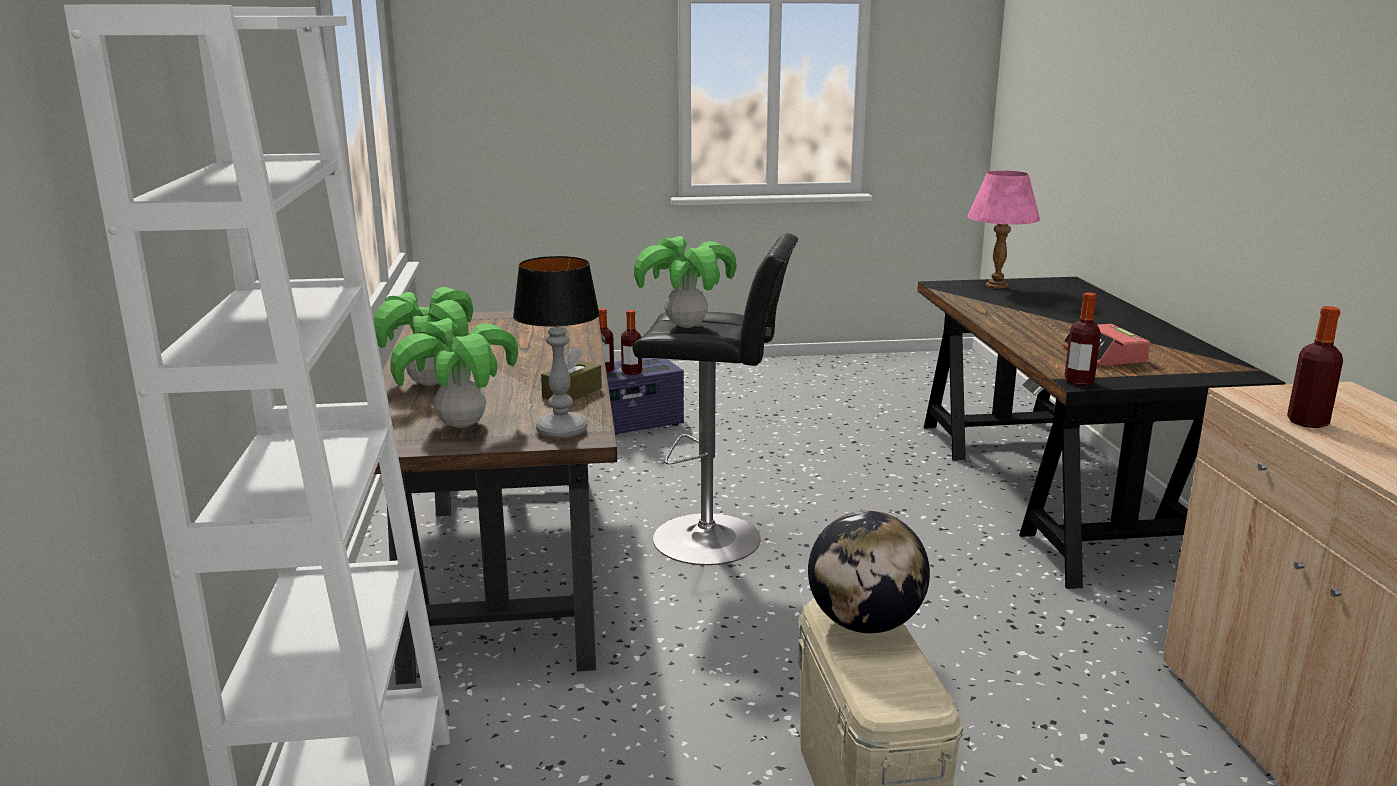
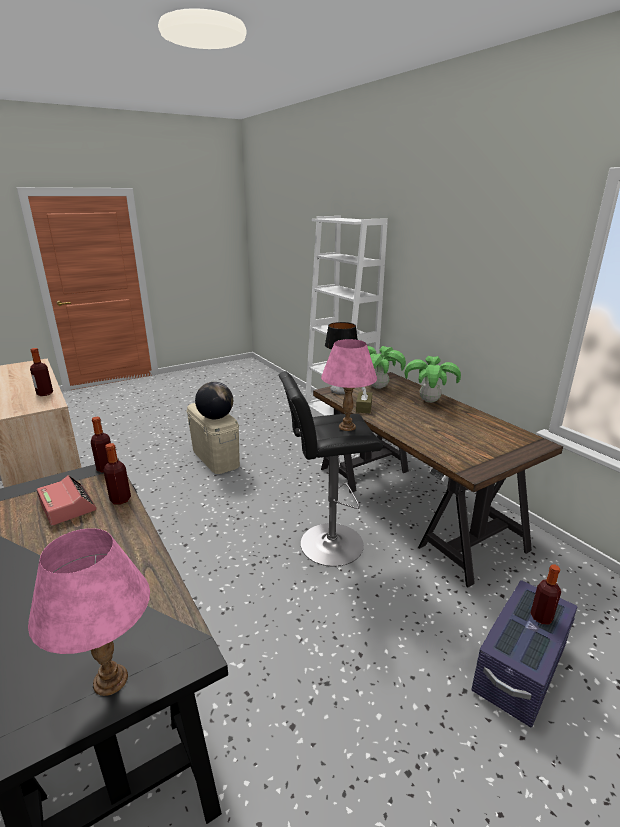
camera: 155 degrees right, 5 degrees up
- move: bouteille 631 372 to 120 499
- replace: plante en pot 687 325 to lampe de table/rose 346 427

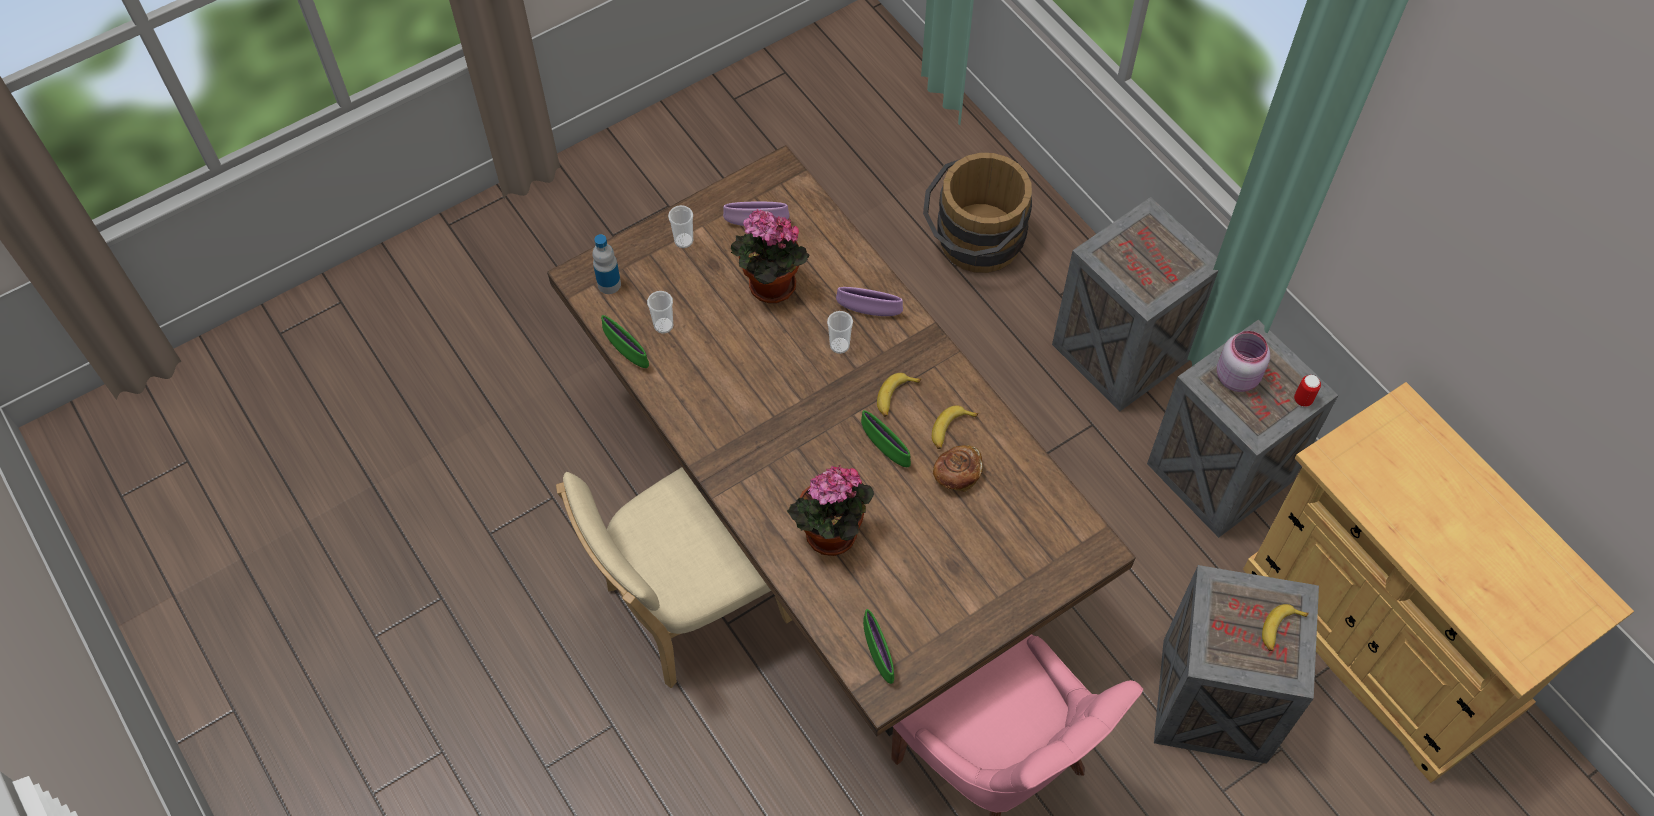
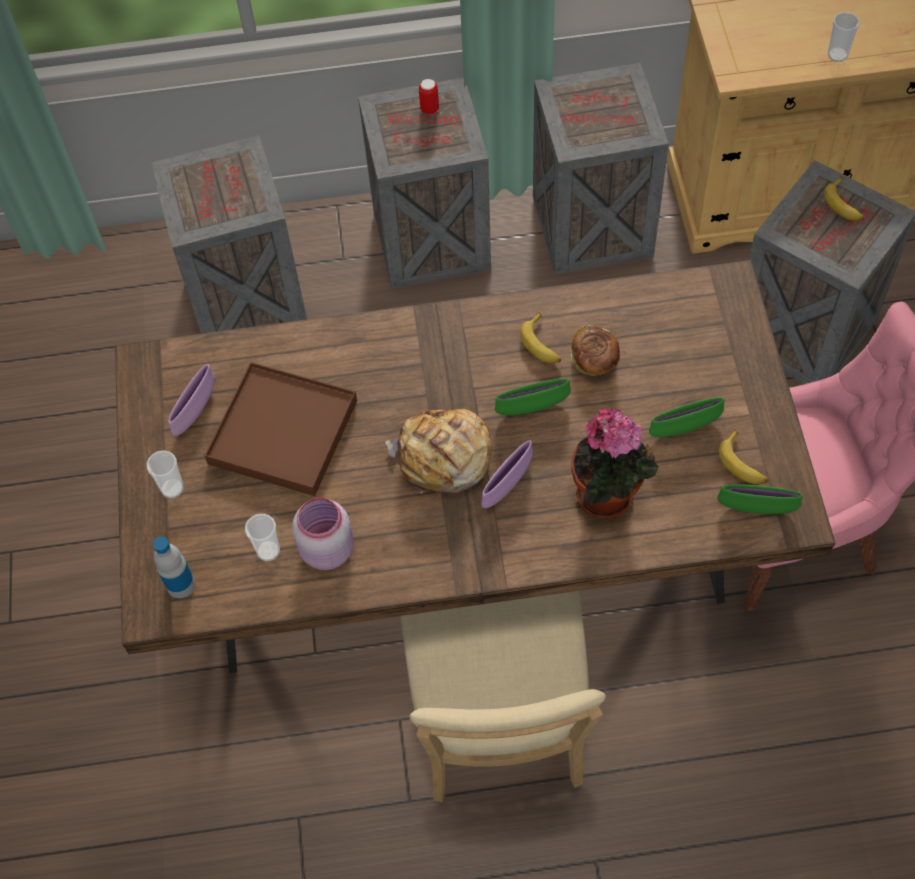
camera: 60 degrees left, 0 degrees up
- replace: seau/marron 974 245 to caisse 245 301
- replace: plante en pot 768 288 to plateau/marron 283 432
- move: bocal/rose 1237 376 to 326 548
- insert: pain 444 458
- move: boîte métallique 1303 400 to 429 109
- move: bol/violet 869 311 to 507 485
- move: bol/vert 626 351 to 684 427
- move: banane 895 397 to 743 463
- move: tasse 839 345 to 837 55

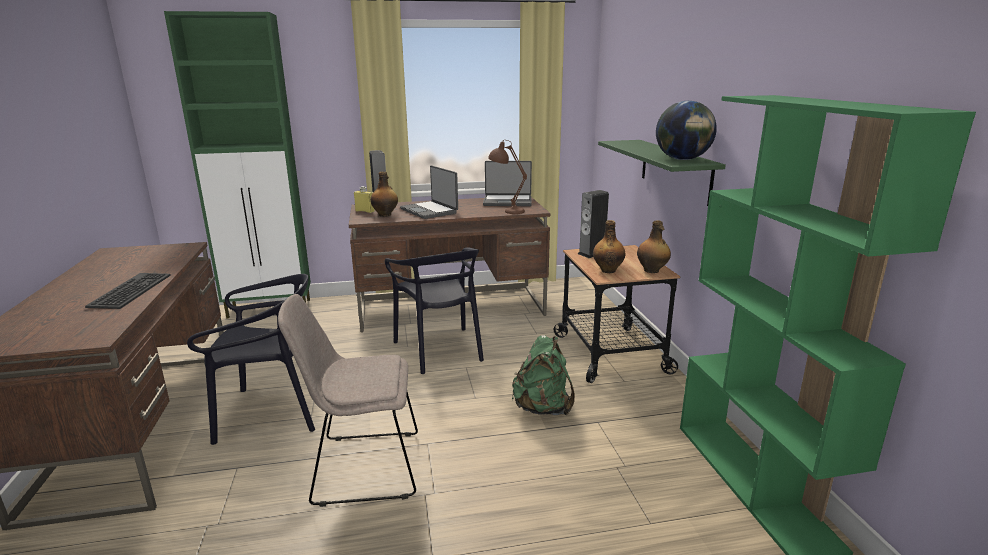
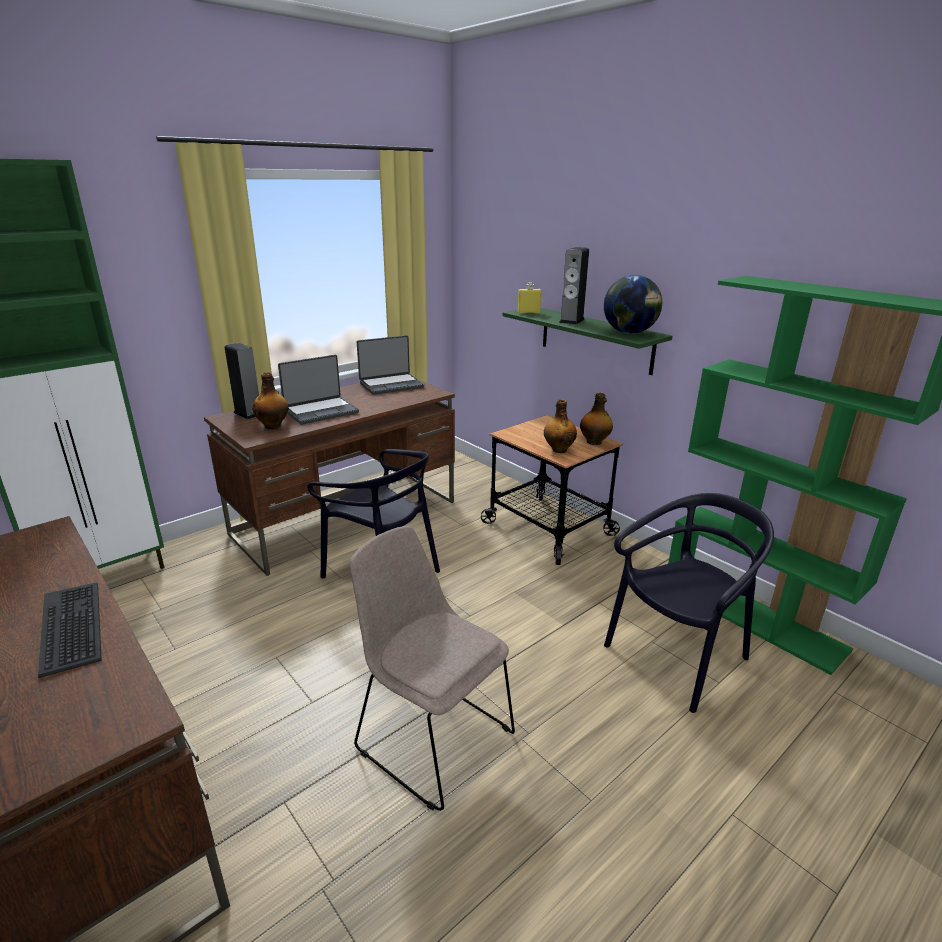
camera: 30 degrees left, 5 degrees up
- rotate: ordinateur portable 430 211 = 321 411 60 degrees counterclockwise
- rotate: chaise/beige 362 467 = 431 737 75 degrees clockwise
- move: bouteille/jaune 365 211 to 528 313
- move: enceinte 592 253 to 572 321
- move: chaise/noir 272 412 to 678 656
- delete: lampe de table/marron 506 211
- delete: sac à dos/vert 542 408

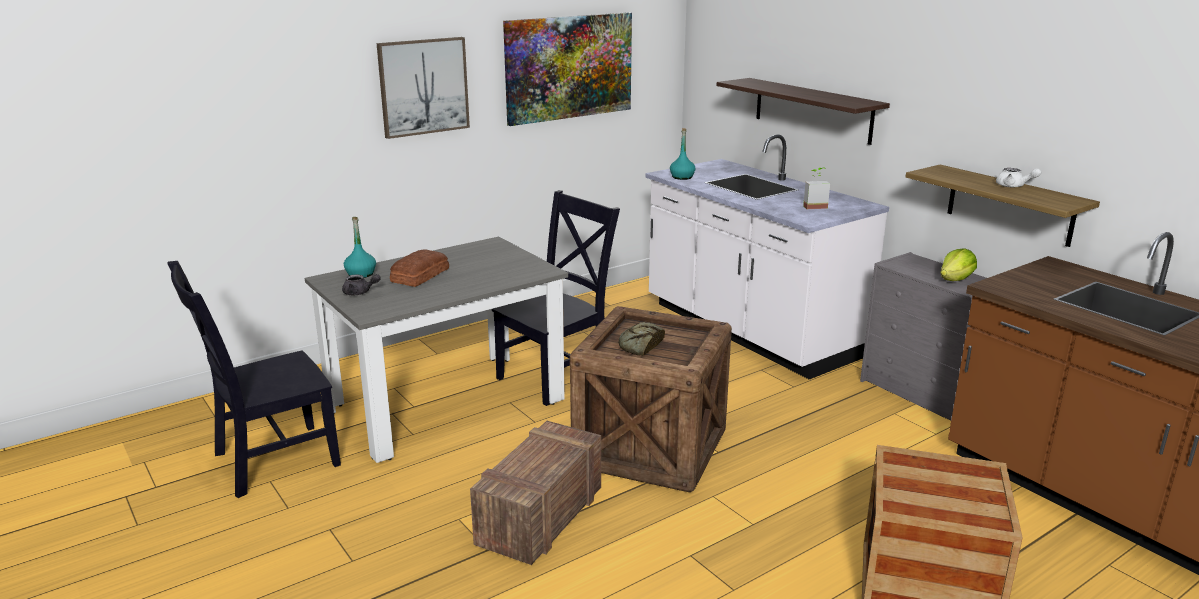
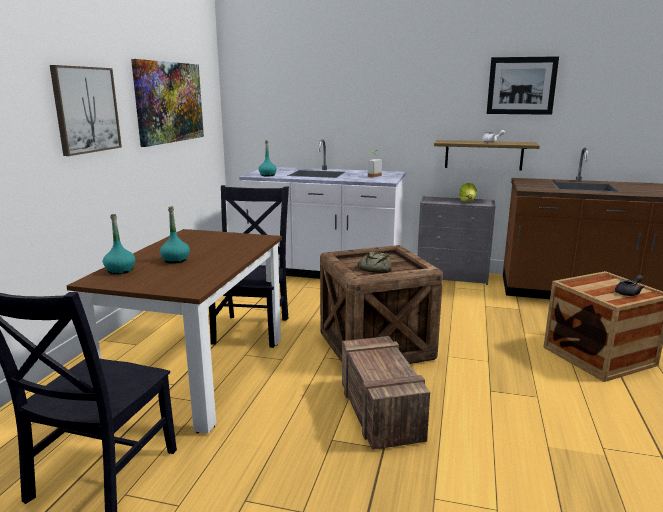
camera: 40 degrees left, 5 degrees down
- recolor: table à manger/gris 446 404 to table à manger/marron 199 373
- replace: pain 418 275 to bouteille/turquoise 175 260
- insert: tableau 521 86
- move: théière/gris 360 293 to 629 293
- delete: étagère 812 110

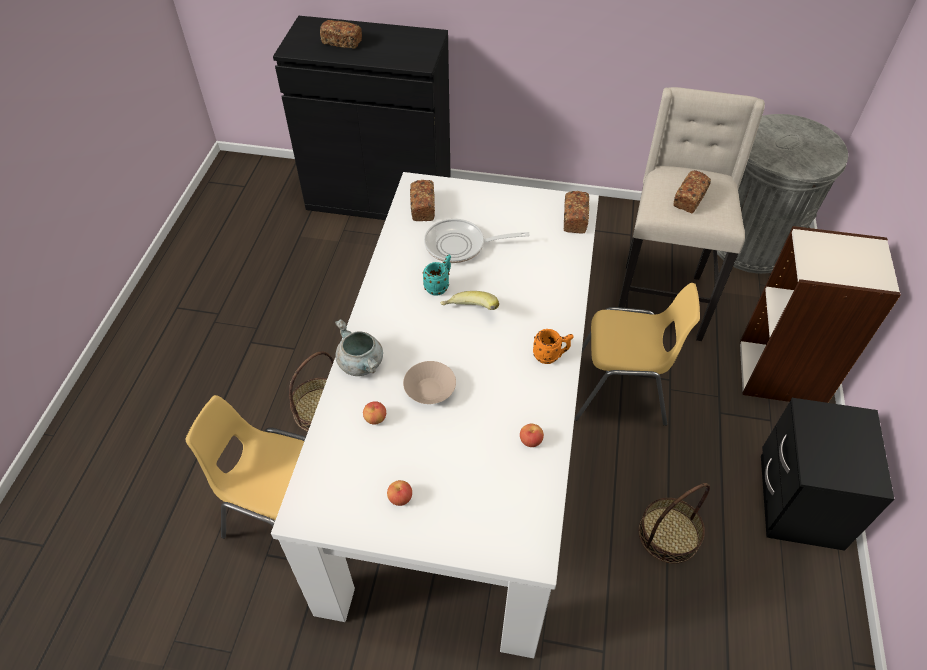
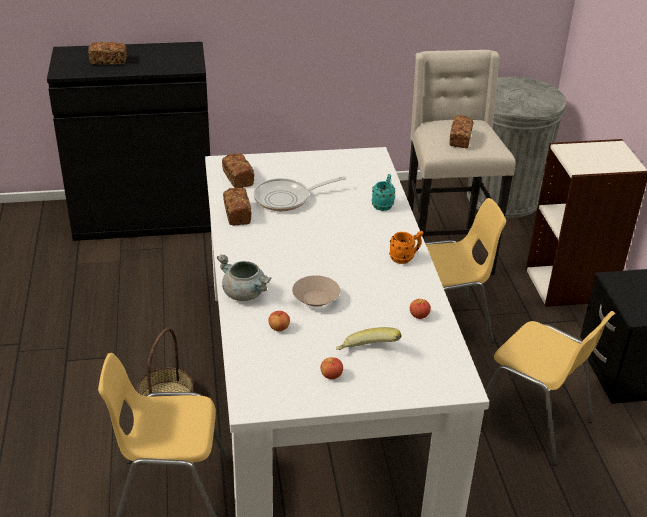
camera: 20 degrees left, 15 degrees down
- move: pain 574 219 to 237 214
- move: banane 469 313 to 367 353
- move: mug/turquoise 439 286 to 383 204
- replace: panier 668 534 to chaise/jaune 532 421

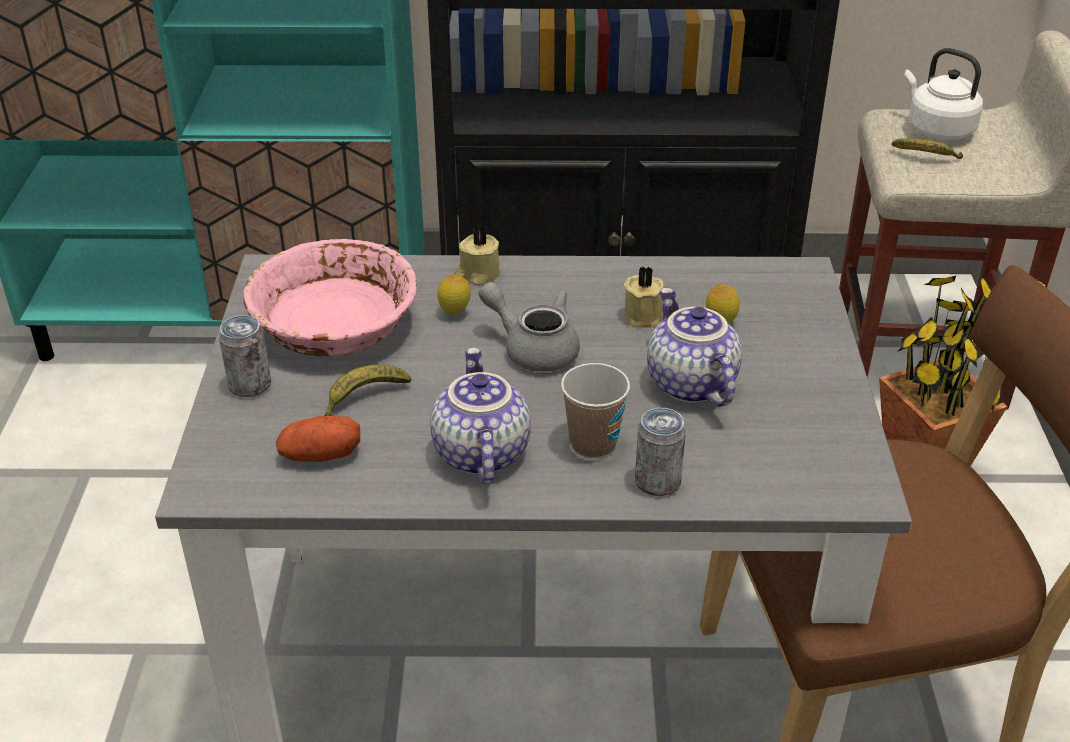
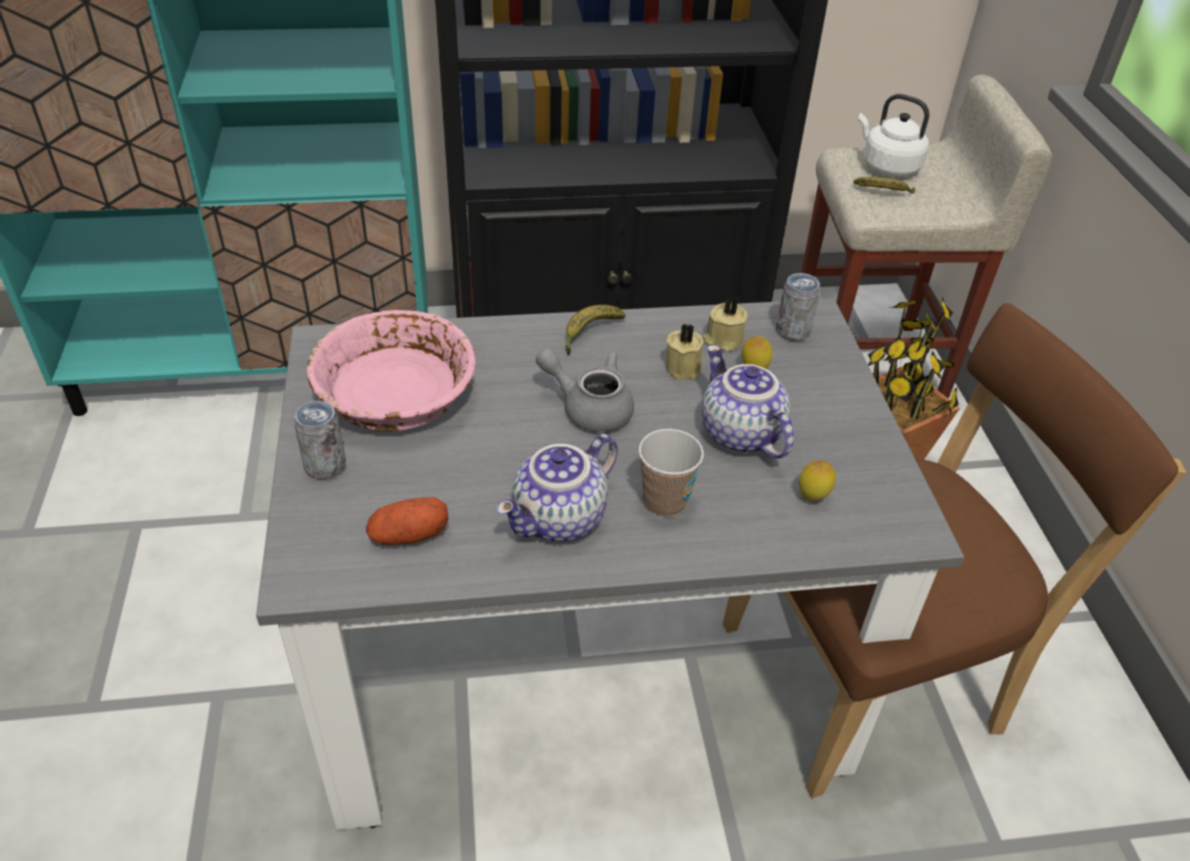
camera: 10 degrees left, 5 degrees up
- rotate: théière 478 453 = 560 520 120 degrees counterclockwise
- move: banane 363 399 to 589 334
- move: bougie/beige 478 273 to 723 340
- move: boîte métallique 657 482 to 792 332
- move: citron 454 313 to 812 497

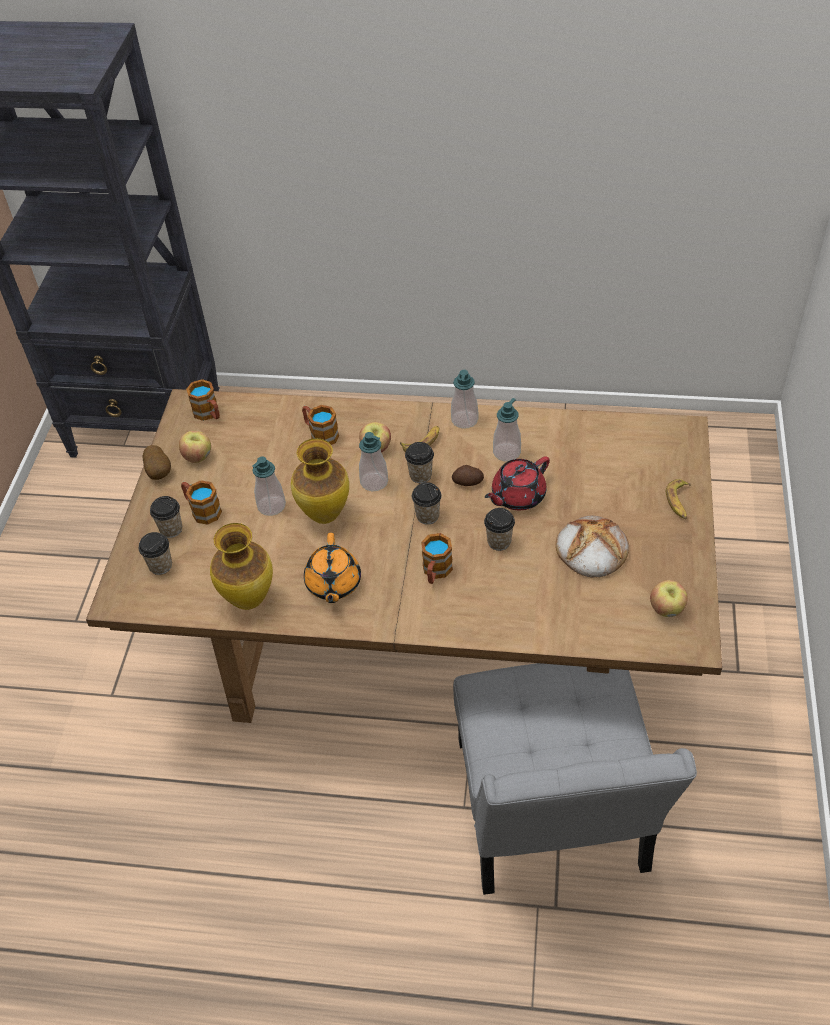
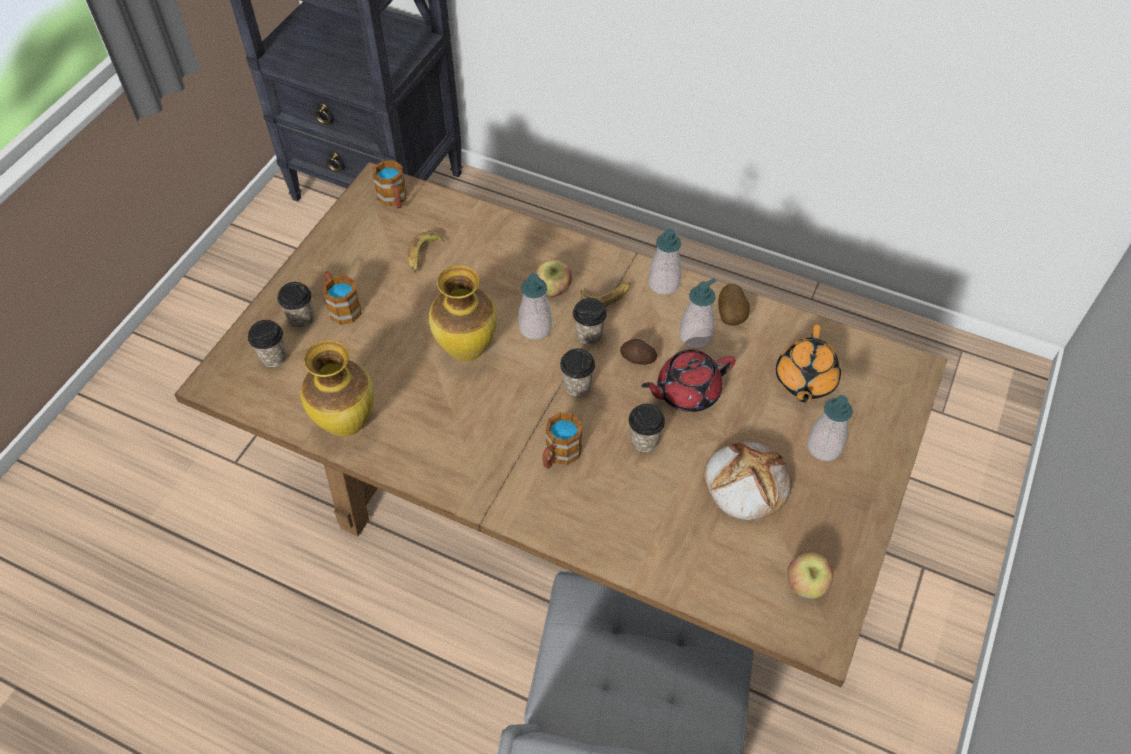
camera: 15 degrees right, 5 degrees up
- move: banane 679 502 to 423 255
- move: pomme de terre 159 472 to 732 316
- move: théière/orange 333 584 to 804 381
- move: distributeur de savon 271 506 to 824 447
- delete: pomme 198 457
- delete: mug 320 434

